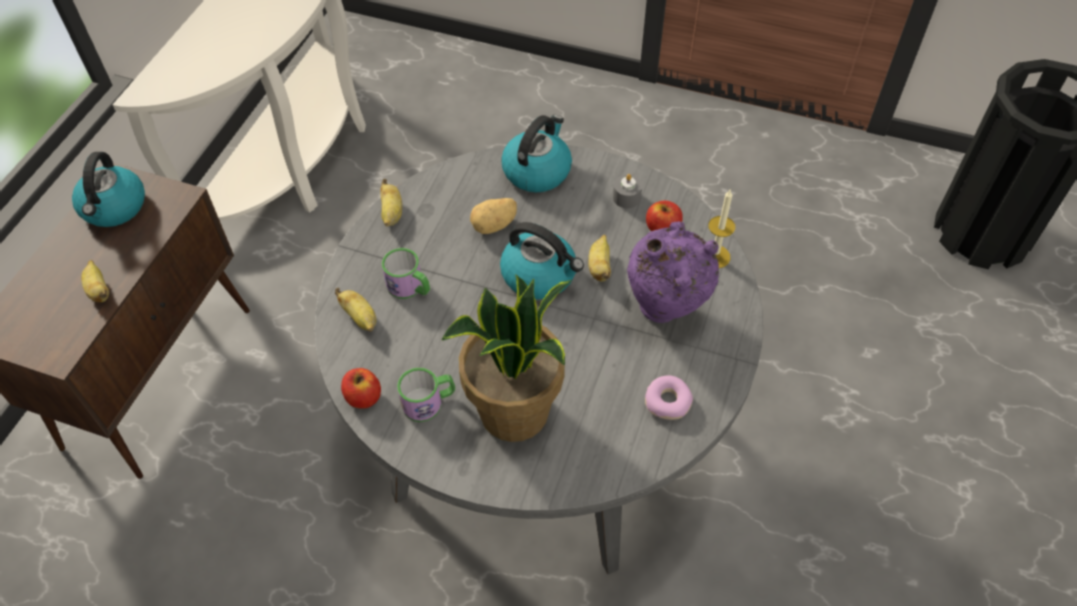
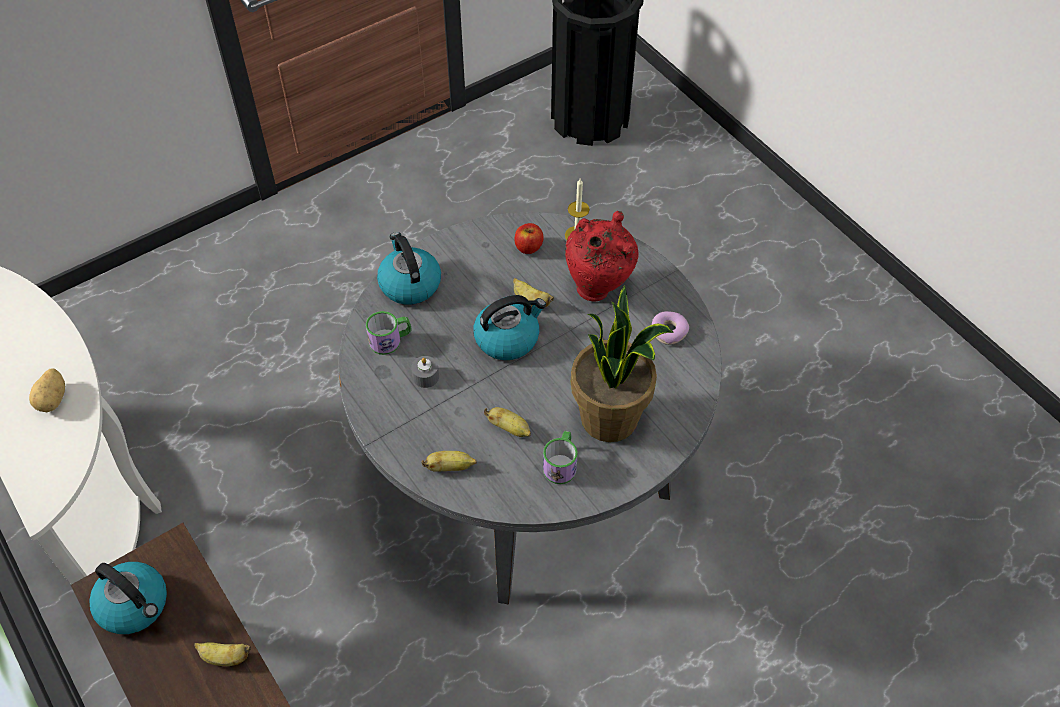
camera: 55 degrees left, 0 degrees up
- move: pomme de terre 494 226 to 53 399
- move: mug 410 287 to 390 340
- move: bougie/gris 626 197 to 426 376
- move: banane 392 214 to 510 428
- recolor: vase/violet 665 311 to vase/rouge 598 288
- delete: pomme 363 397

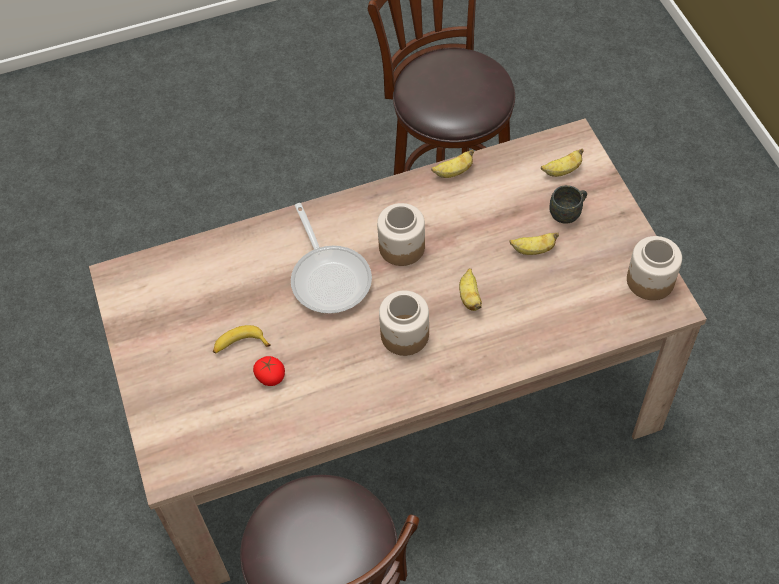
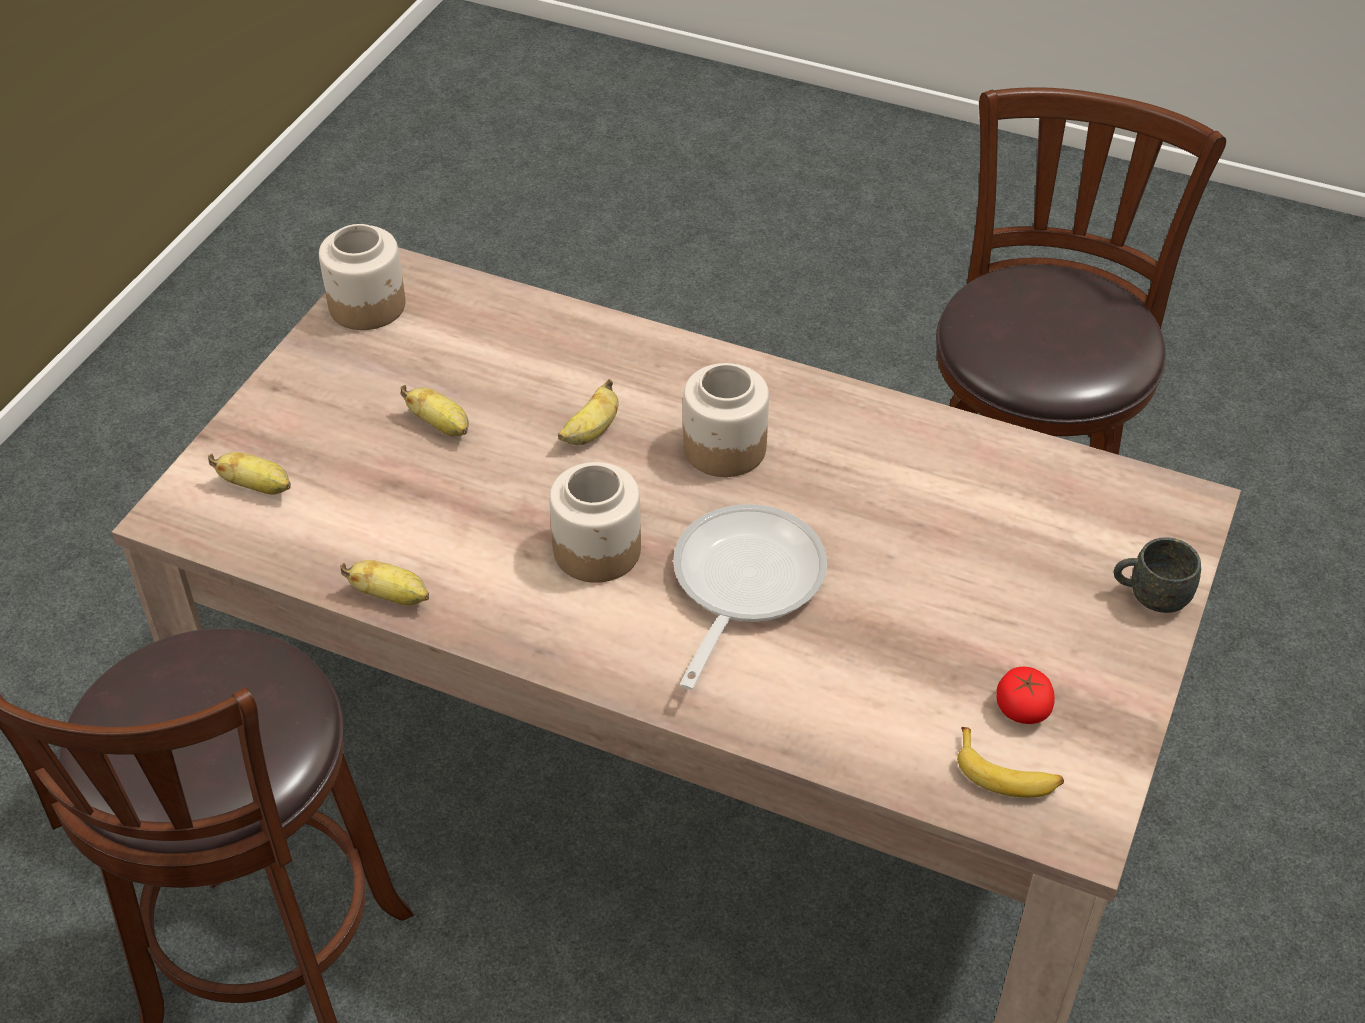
camera: 140 degrees left, 10 degrees down
- move: banane 240 345 to 1007 773
- move: tomate 270 376 to 1022 708
- move: mug/gris 568 212 to 1150 596

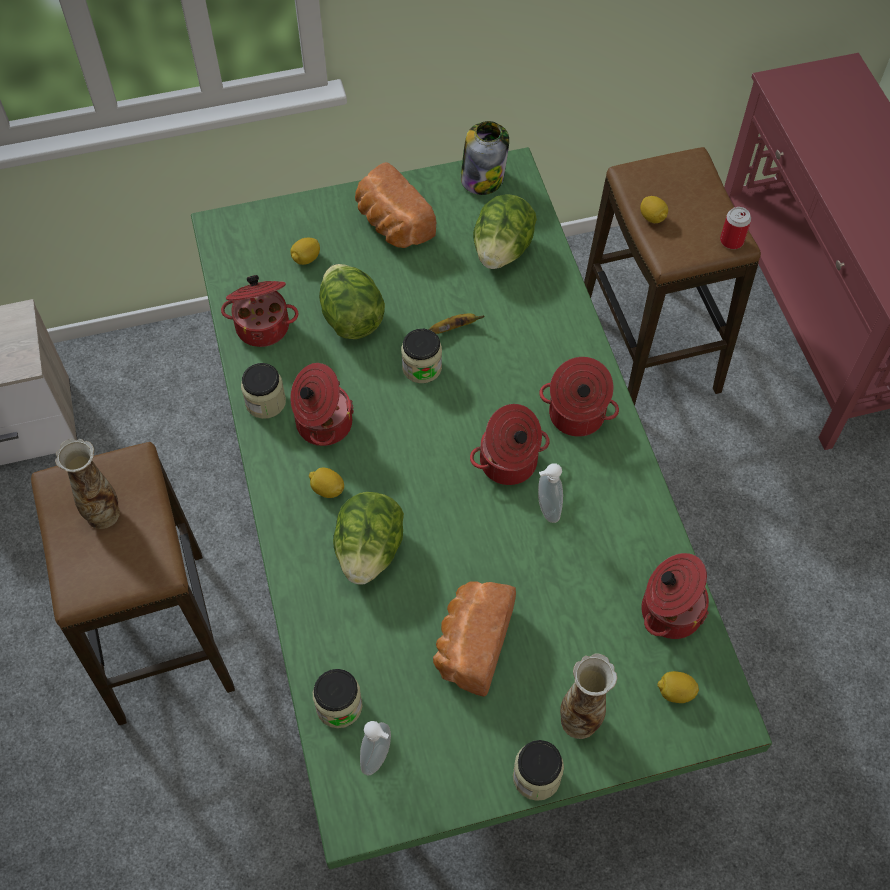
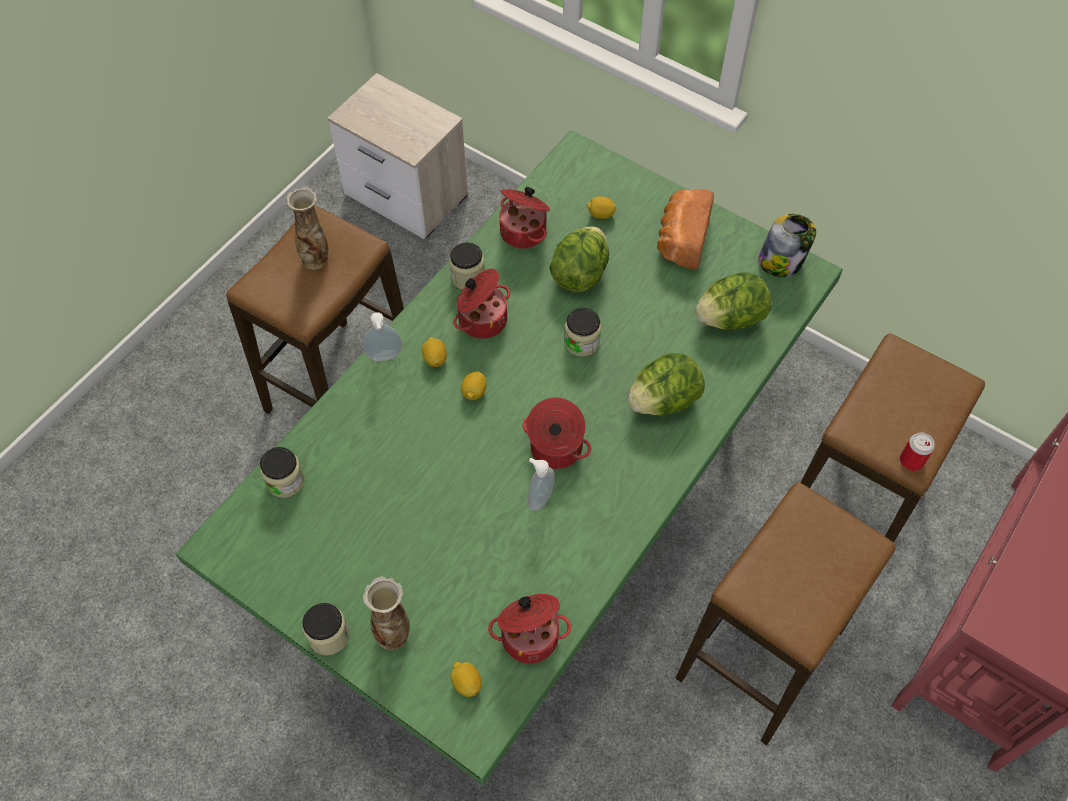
camera: 50 degrees right, 0 degrees up
- move: distributeur de savon 379 758 to 385 357
- move: citron 652 217 to 474 392
- move: laitue 369 550 to 664 400
- insert: tabouret 760 655
- delete: banane 454 328
- delete: pain 471 644
- delete: marmite 576 416

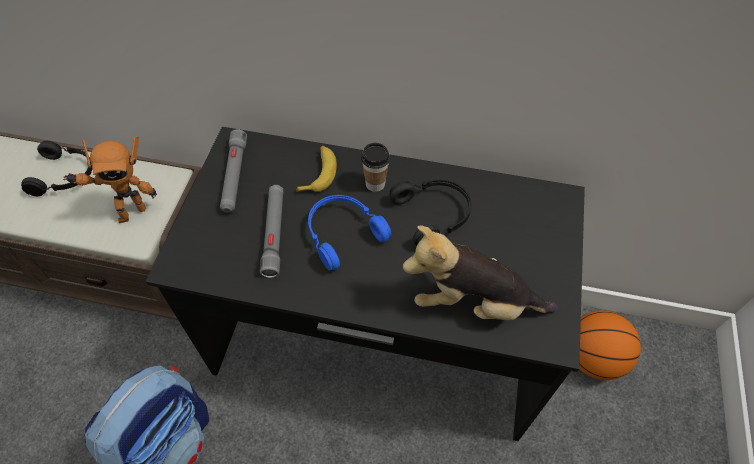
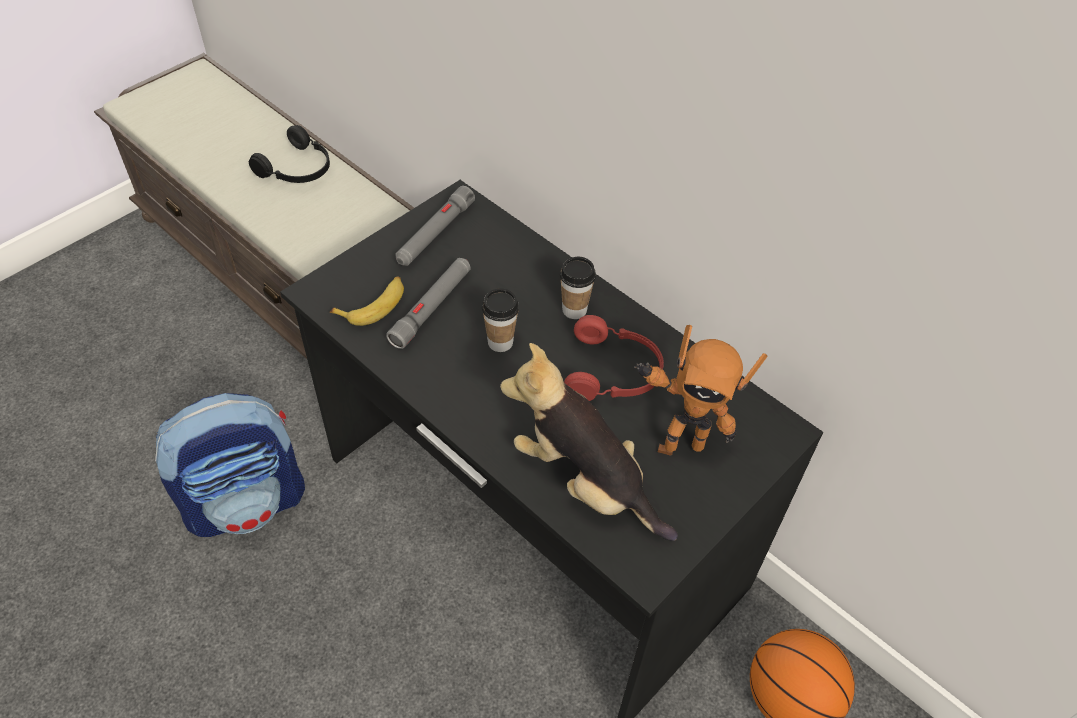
camera: 30 degrees right, 5 degrees down
- move: banane 319 173 to 374 305
- replace: casque audio/bleu 342 233 to tasse 500 342
- recolor: casque audio/noir 434 215 to casque audio/rouge 614 372
- move: robot jouet 130 212 to 679 443

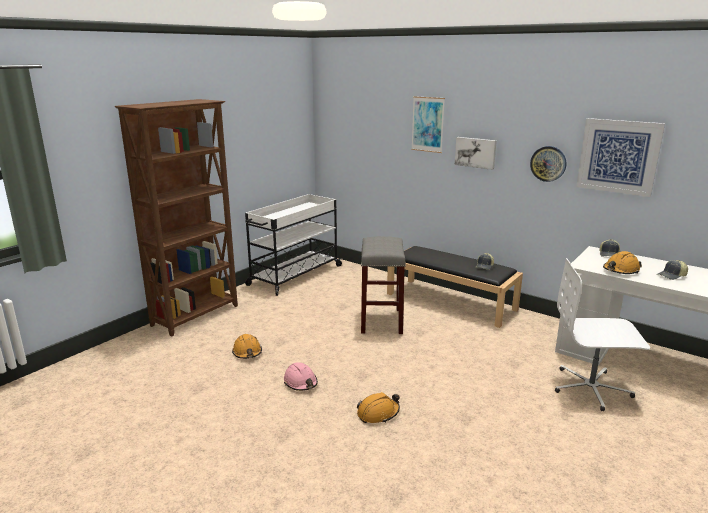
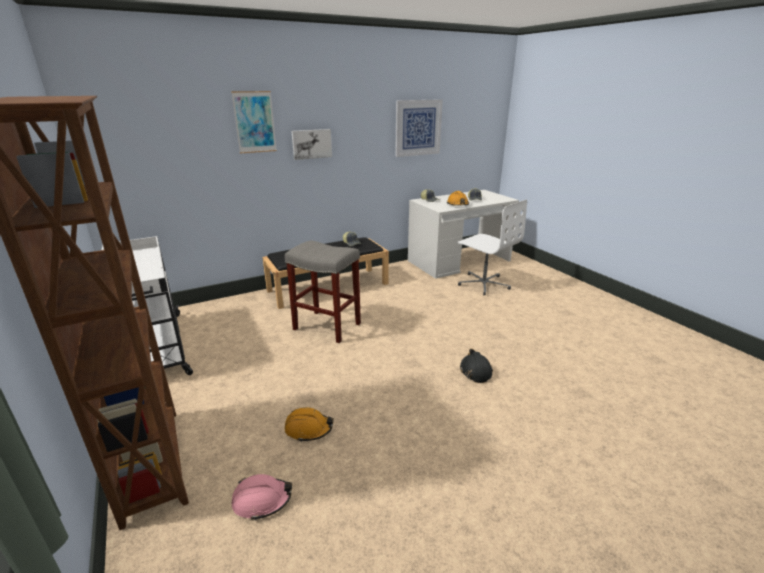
camera: 65 degrees left, 5 degrees up
- move: casque de chantier/rose 300 383 to 262 500
- rotate: chaise de bureau/blanc 591 388 = 483 284 75 degrees counterclockwise
- recolor: casque de chantier/orange 378 413 to casque de chantier/noir 475 371
- delete: horloge murale 548 163

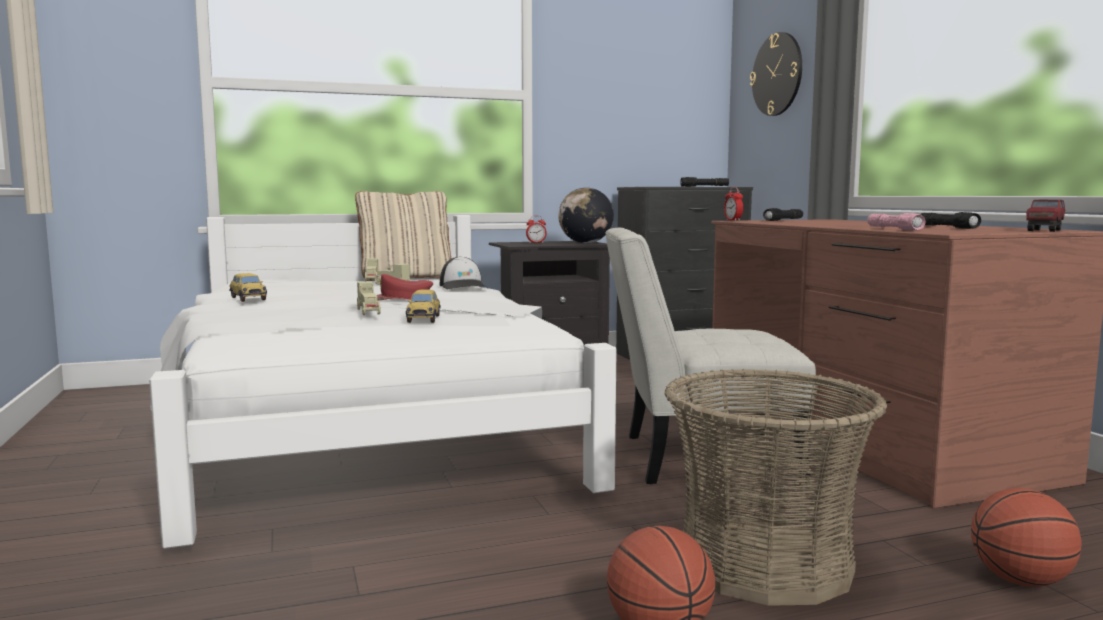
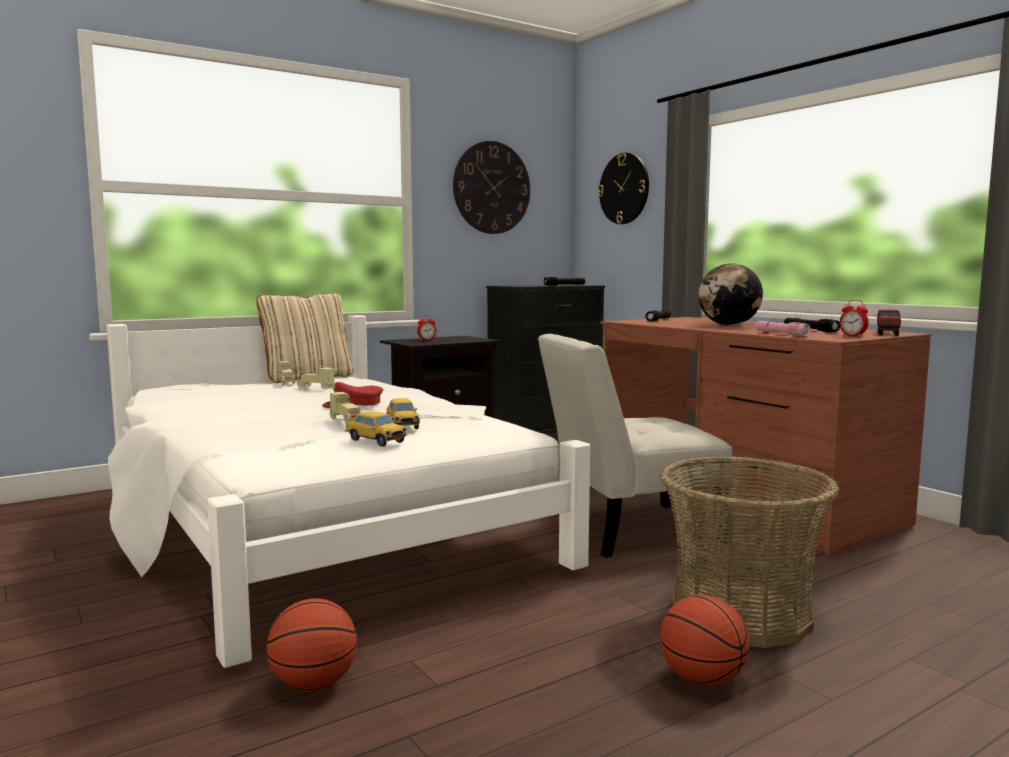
camera: 15 degrees left, 0 degrees up
- move: ballon de basket 1020 581 to 314 684
- move: petite voiture 248 298 to 375 441
- insert: horloge murale 492 188
- move: globe 585 243 to 728 325
- move: réveil 733 220 to 853 336
- delete: casquette 463 286

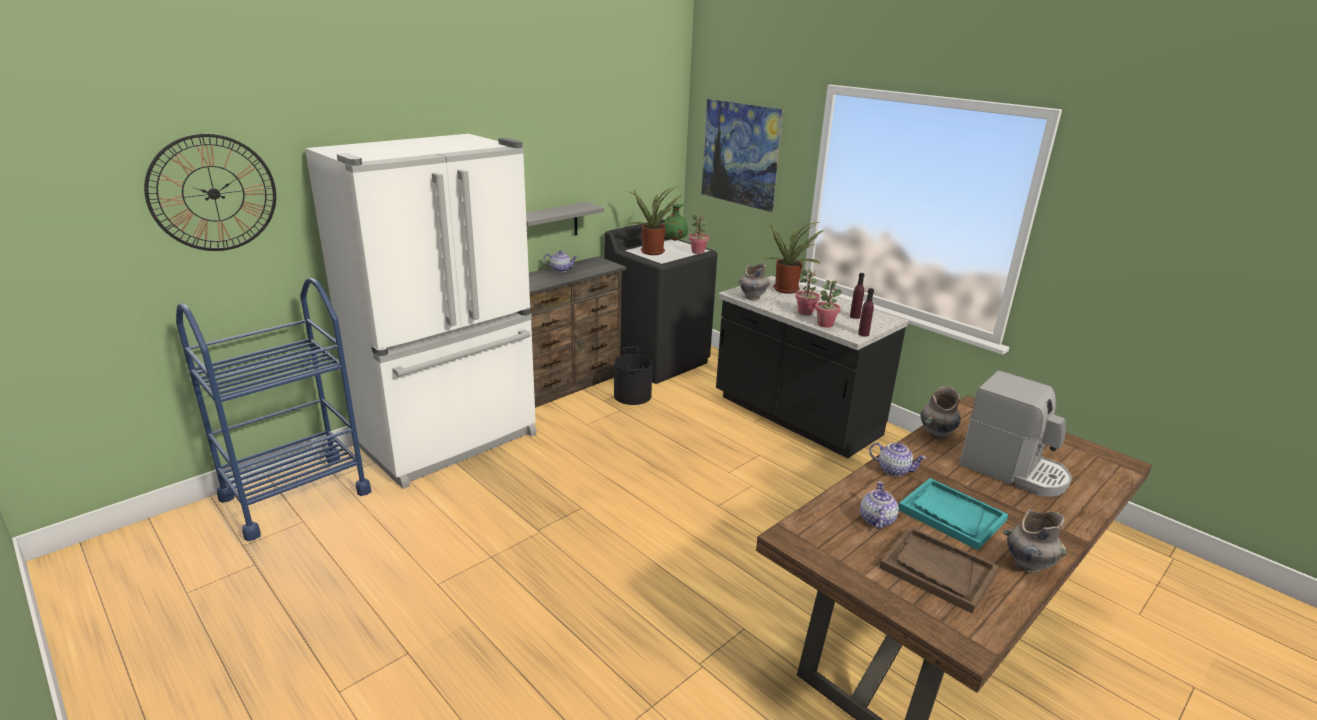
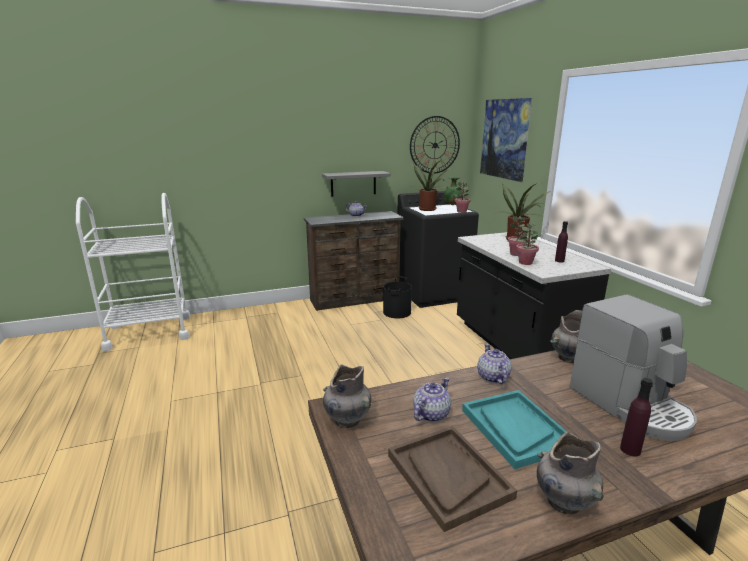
camera: 25 degrees right, 5 degrees down
- recolor: chariot/bleu 296 495 to chariot/blanc 149 332
- move: vase/gris 752 298 to 347 420
- move: horloge murale 213 193 to 435 145
- rotate: théière 893 470 = 492 377 150 degrees counterclockwise
- move: bouteille/violet 863 334 to 630 450
- delete: réfrigérateur/blanc 451 441

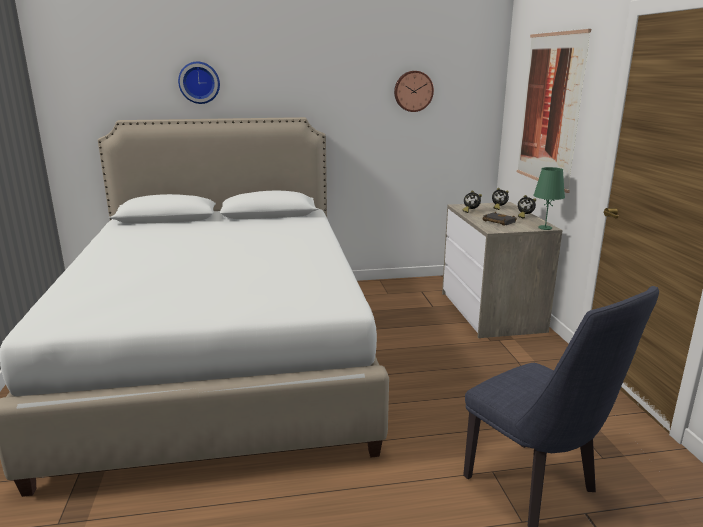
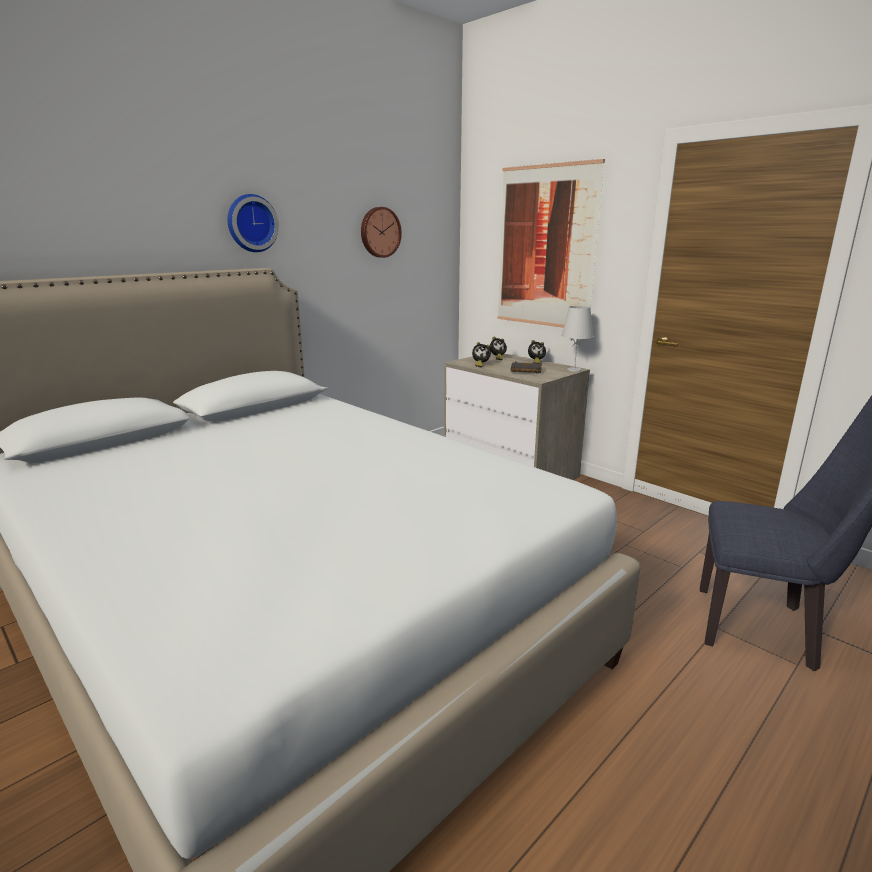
camera: 35 degrees left, 0 degrees up
- move: horloge murale 199 82 to 251 223
- recolor: lampe de table/vert 544 228 to lampe de table/blanc 574 370

